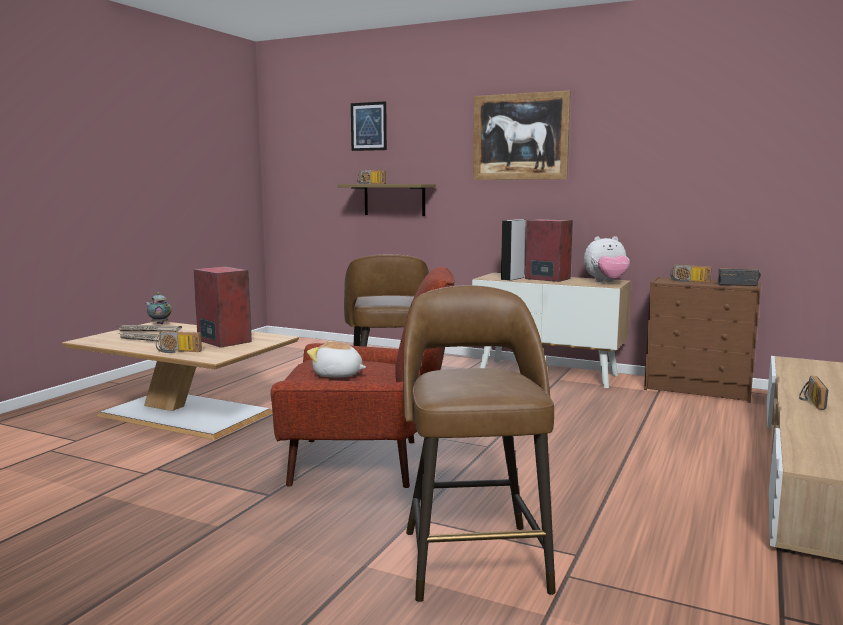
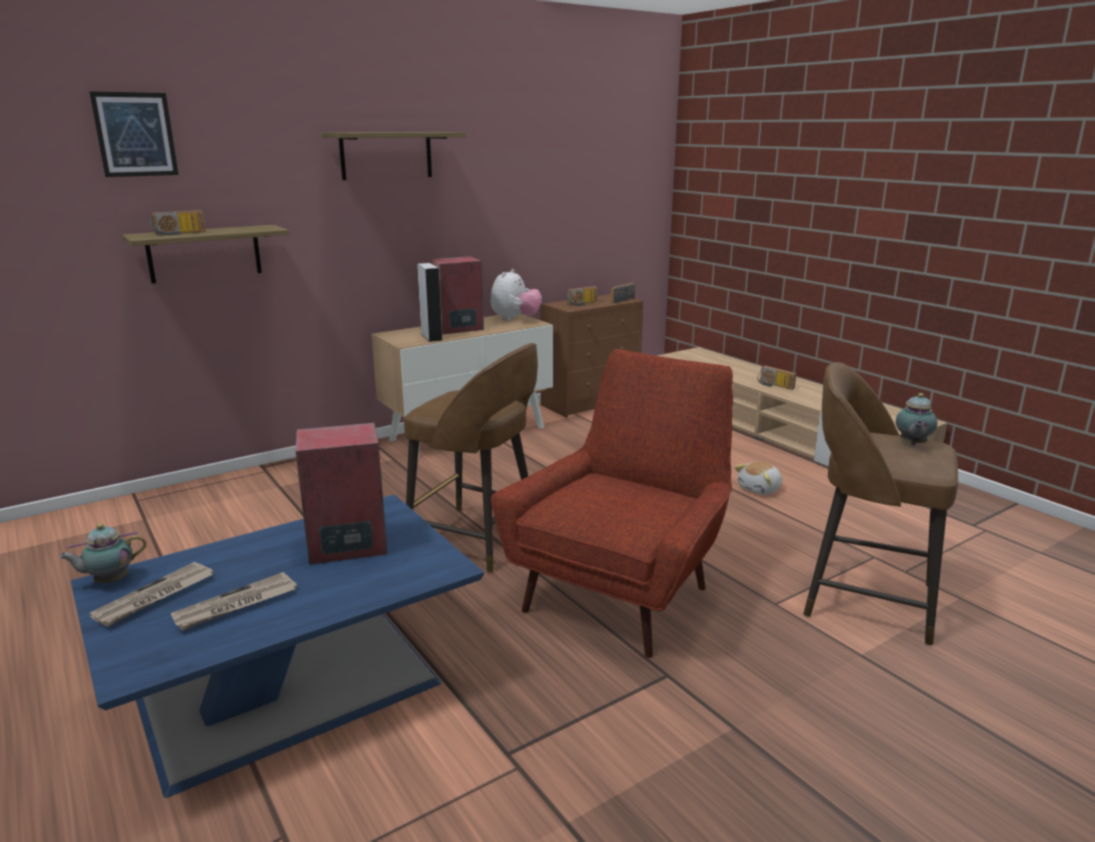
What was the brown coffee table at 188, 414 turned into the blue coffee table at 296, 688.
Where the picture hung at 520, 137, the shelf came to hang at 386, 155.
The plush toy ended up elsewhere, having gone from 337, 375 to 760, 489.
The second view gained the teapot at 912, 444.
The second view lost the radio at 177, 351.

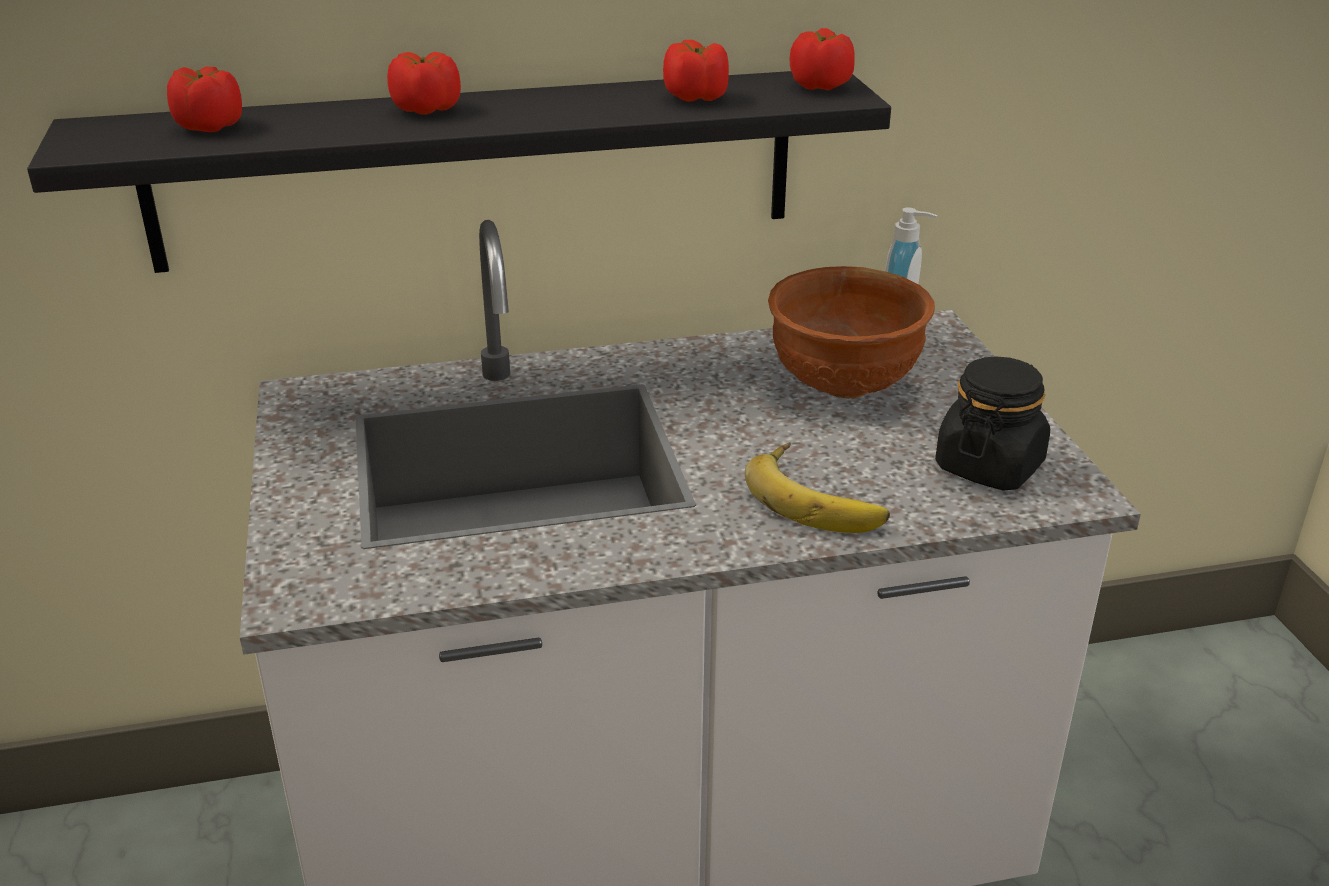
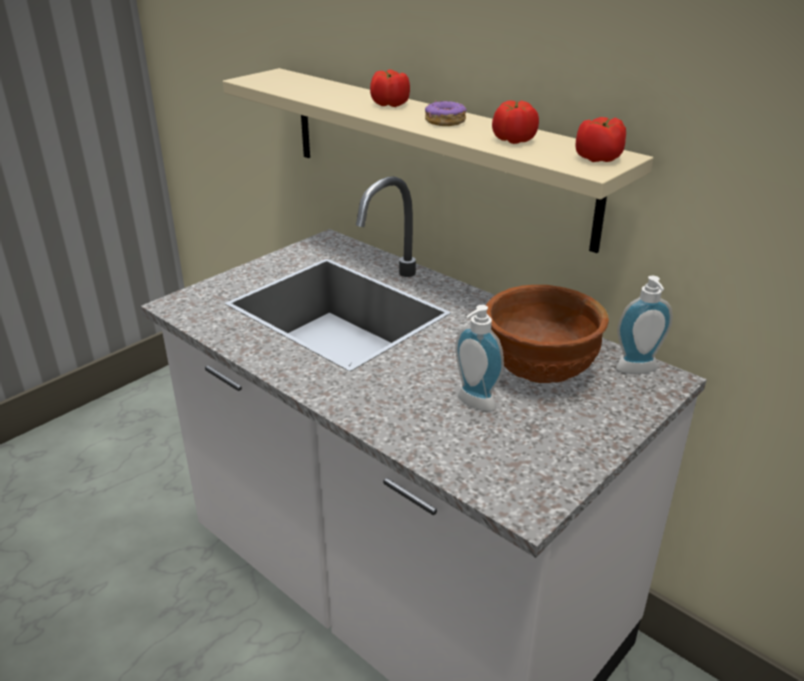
What was the black shelf at 477, 169 turned into the beige shelf at 432, 152.
The second view gained the donut at 445, 122.
The second view gained the soap dispenser at 472, 404.
The second view lost the tomato at 209, 126.
The second view lost the banana at 819, 497.
The second view lost the black jar at 989, 466.

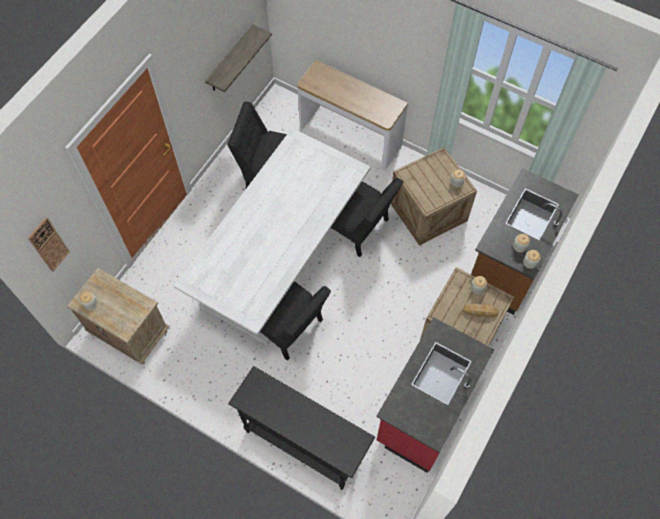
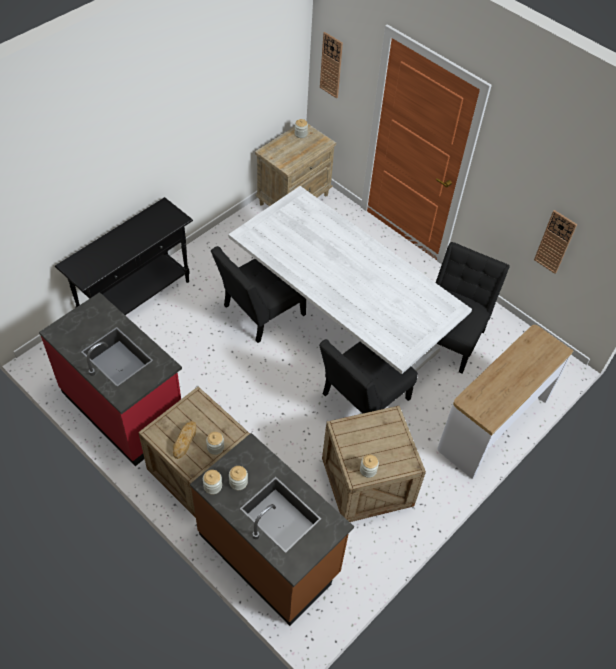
Where the shelf hung at 230, 60, the wall clock came to hang at 555, 242.

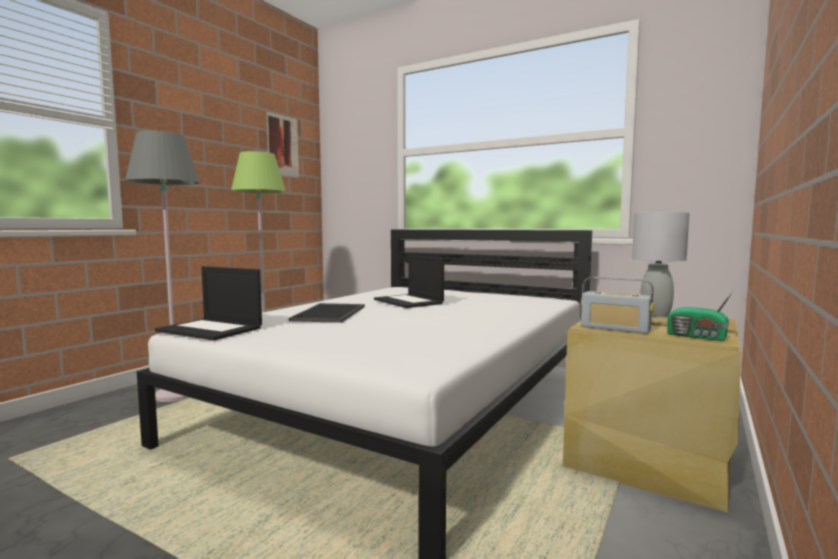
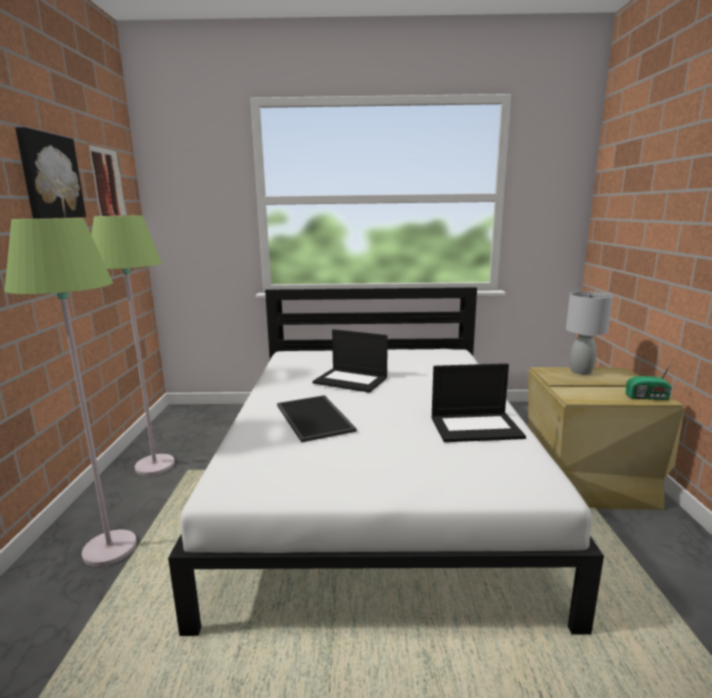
What was the grey floor lamp at 176, 394 turned into the green floor lamp at 110, 548.
The second view gained the picture at 49, 176.
The laptop ended up elsewhere, having gone from 211, 329 to 476, 427.
The second view lost the radio at 615, 328.

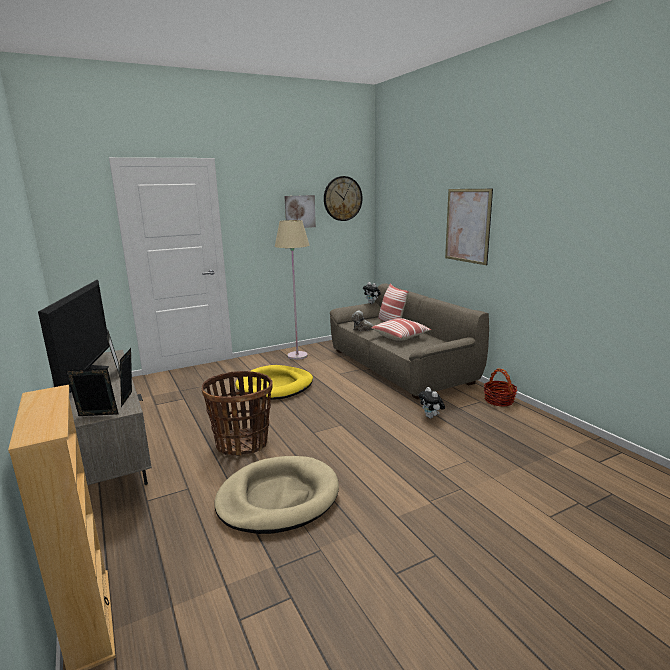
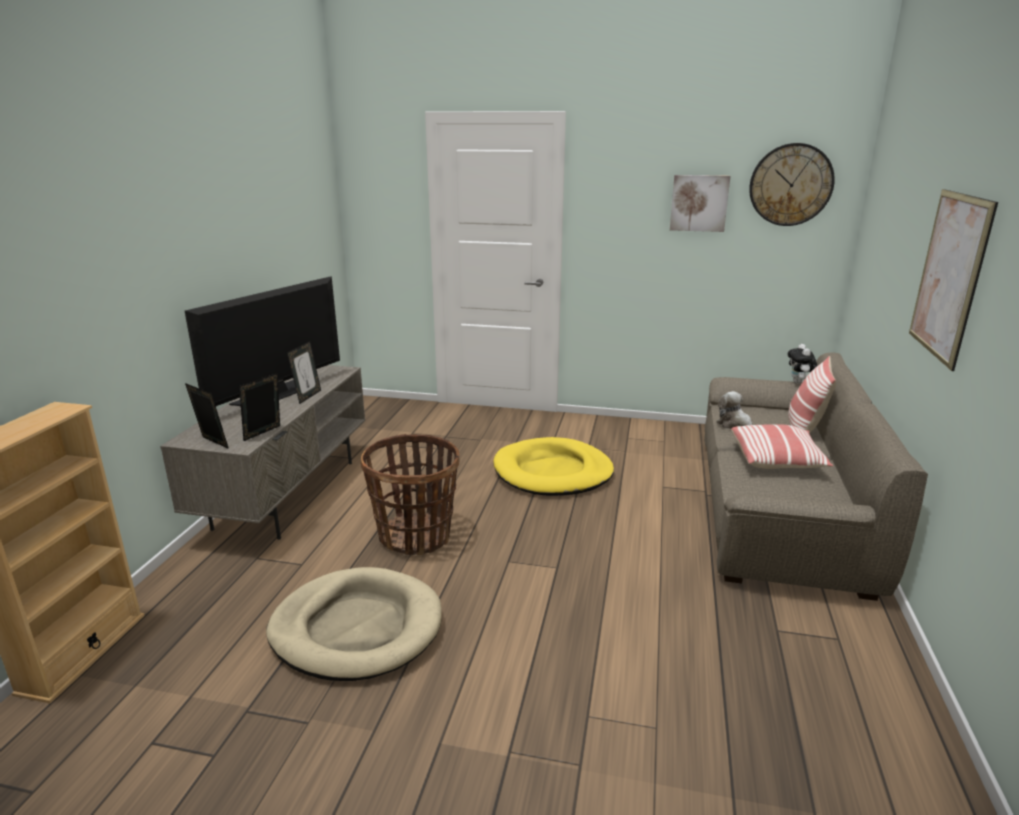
The second view lost the beige floor lamp at 297, 356.
The second view lost the plush toy at 431, 417.
The second view lost the basket at 499, 401.

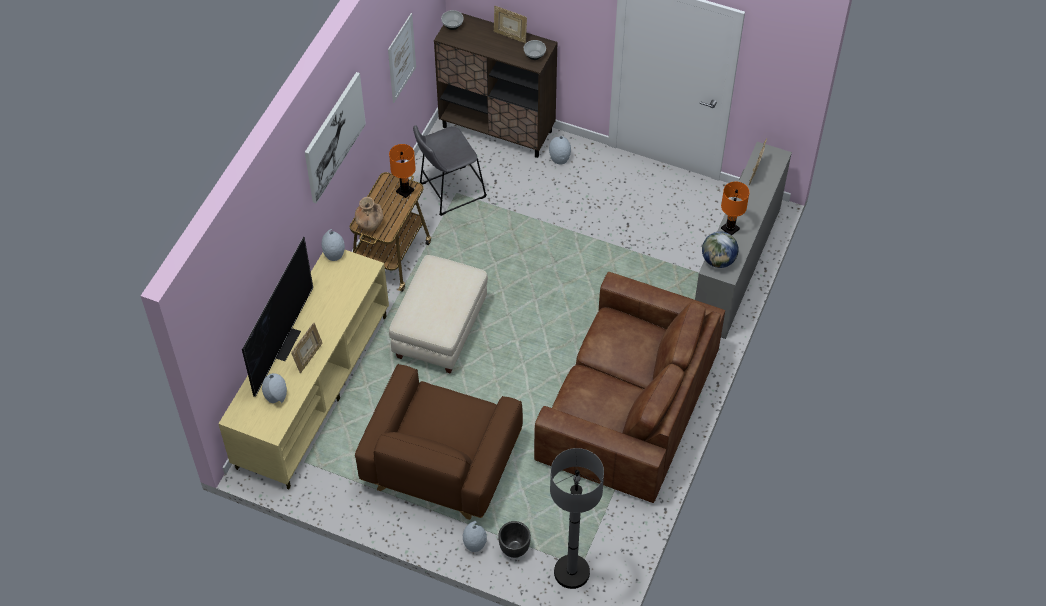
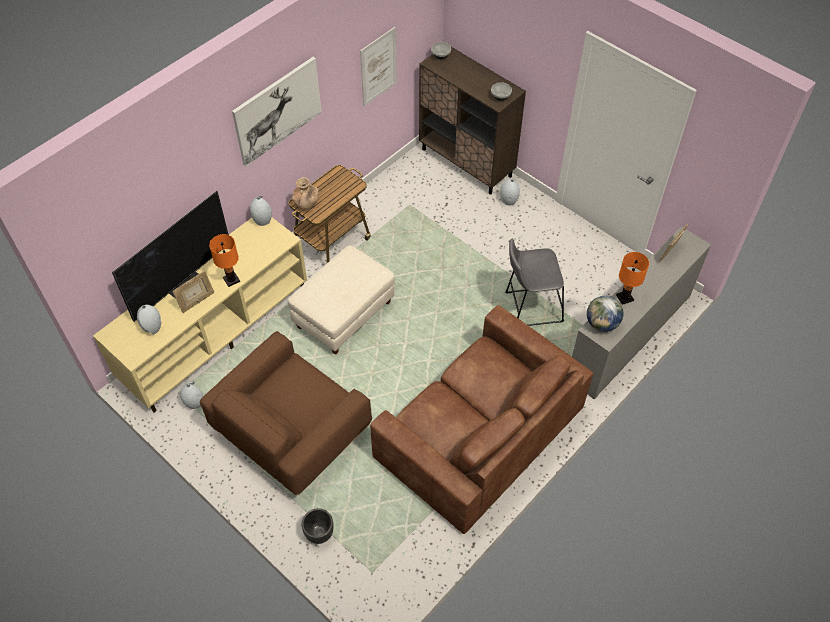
The grey vase ended up elsewhere, having gone from 474, 544 to 194, 402.
The orange table lamp ended up elsewhere, having gone from 404, 191 to 231, 280.
The grey stool ended up elsewhere, having gone from 449, 191 to 530, 307.
The second view lost the picture frame at 510, 36.
The second view lost the grey floor lamp at 571, 572.

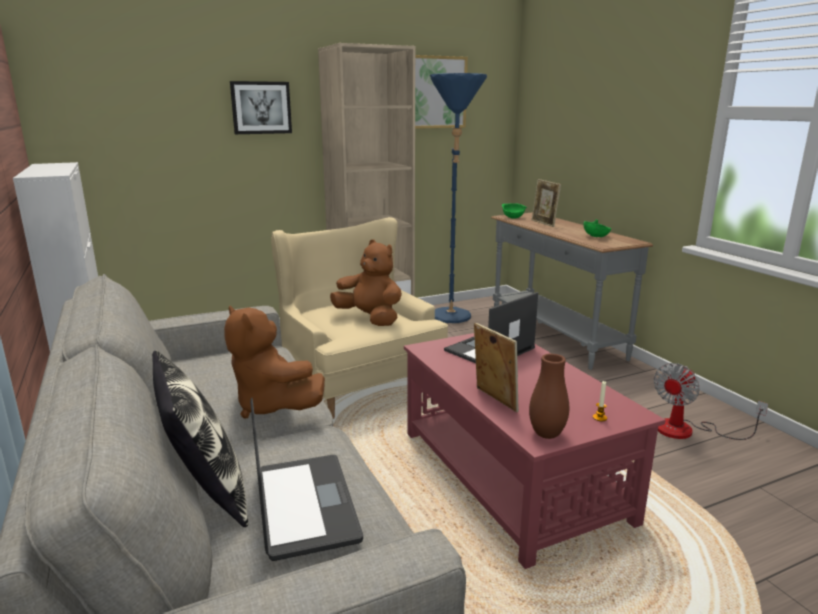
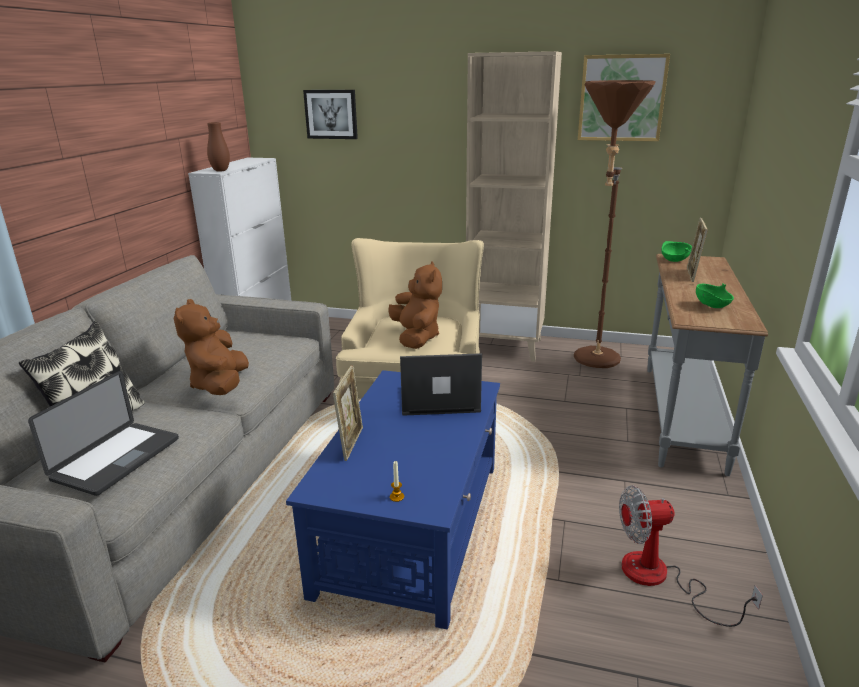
The brown vase ended up elsewhere, having gone from 546, 434 to 220, 171.
What was the red coffee table at 510, 474 turned into the blue coffee table at 413, 525.
The picture ended up elsewhere, having gone from 261, 107 to 331, 114.
What was the blue floor lamp at 451, 320 turned into the brown floor lamp at 592, 362.

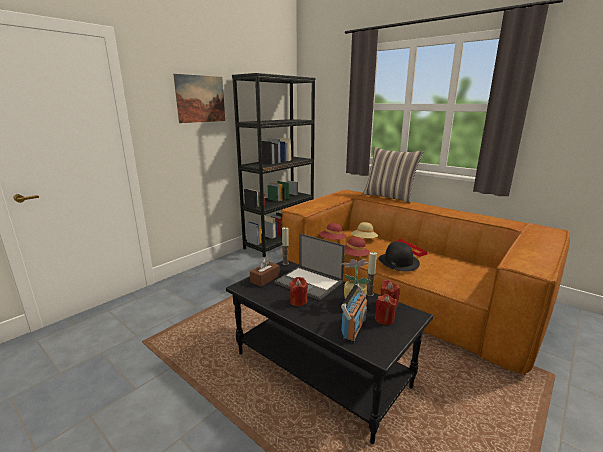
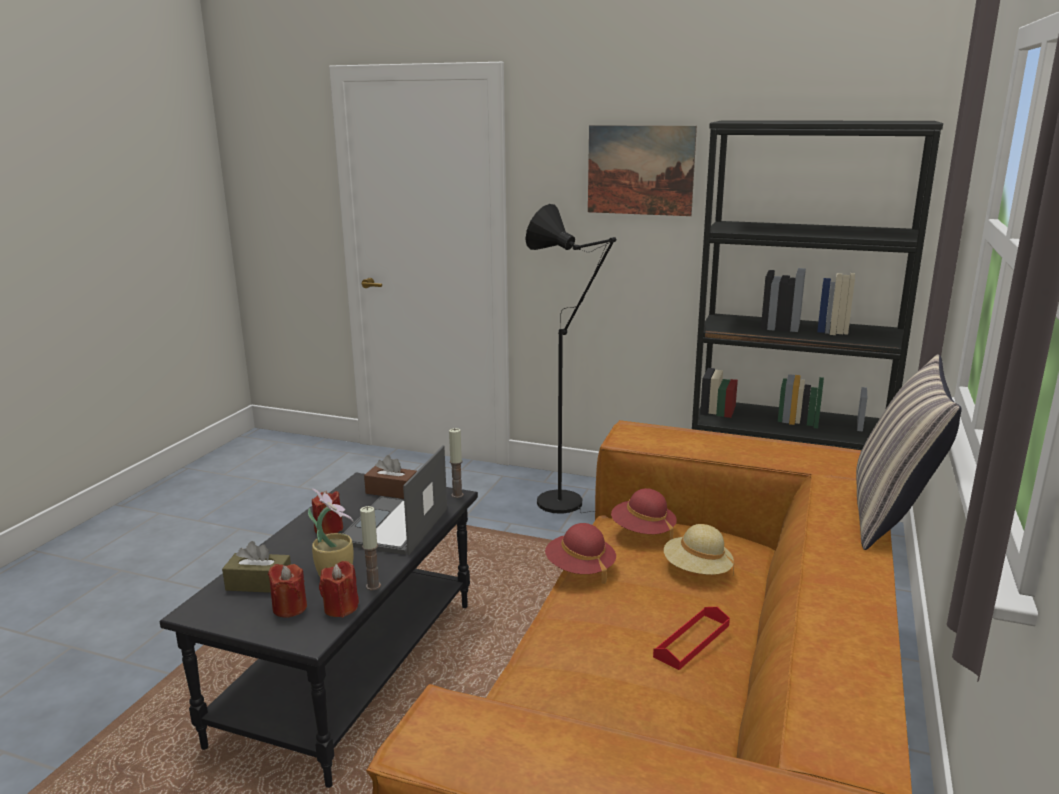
Where the radio stood at 354, 328, the brown tissue box came to stand at 259, 583.
The second view gained the black floor lamp at 568, 504.
The second view lost the black hat at 398, 261.

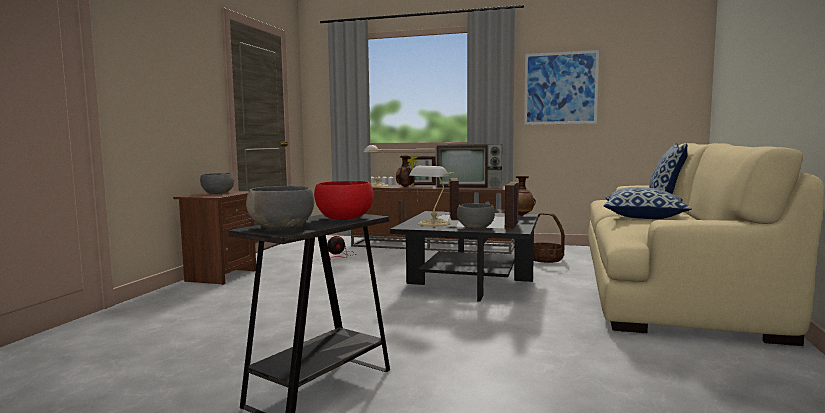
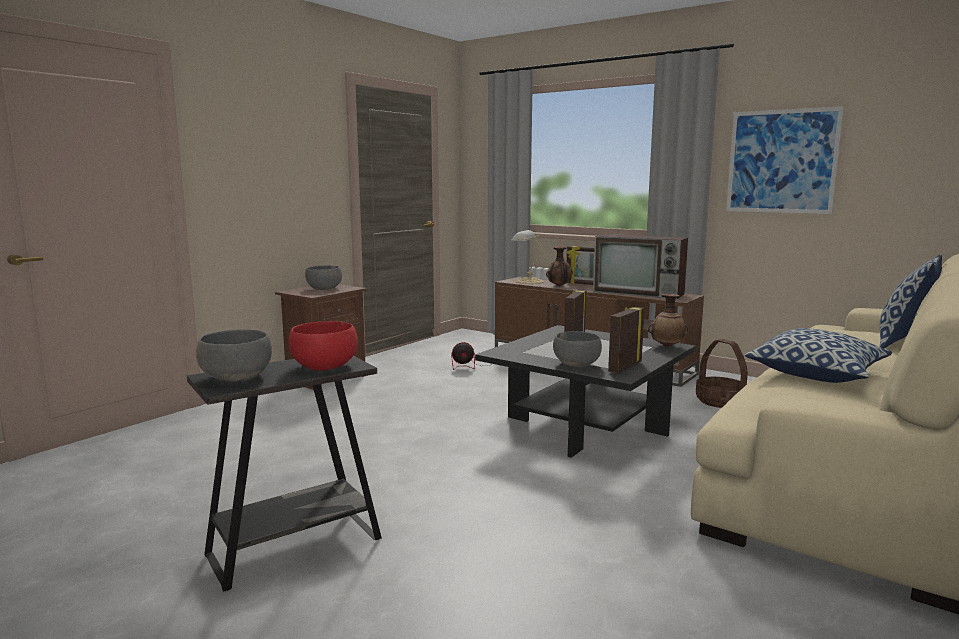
The second view lost the table lamp at 433, 224.

